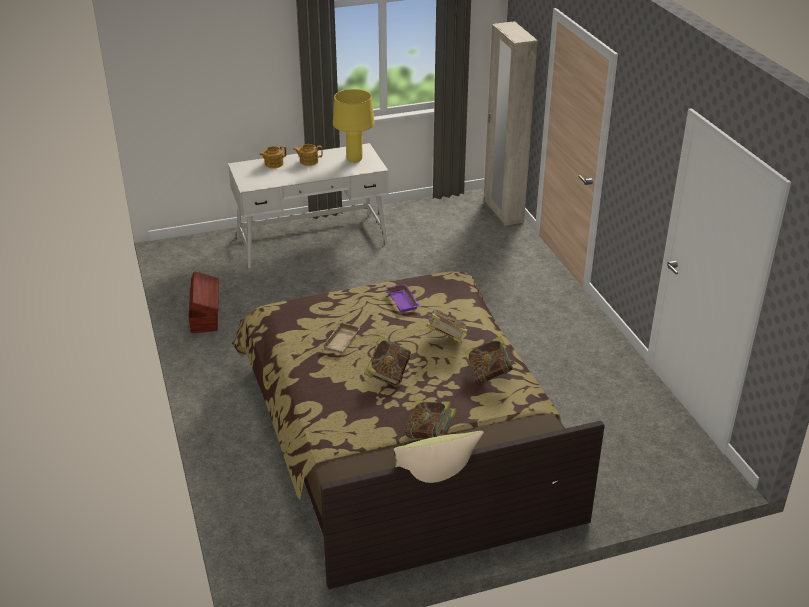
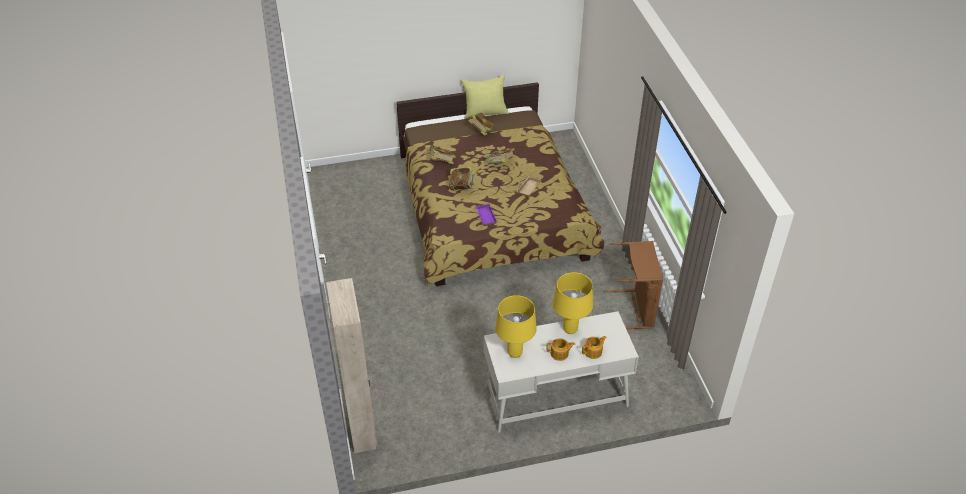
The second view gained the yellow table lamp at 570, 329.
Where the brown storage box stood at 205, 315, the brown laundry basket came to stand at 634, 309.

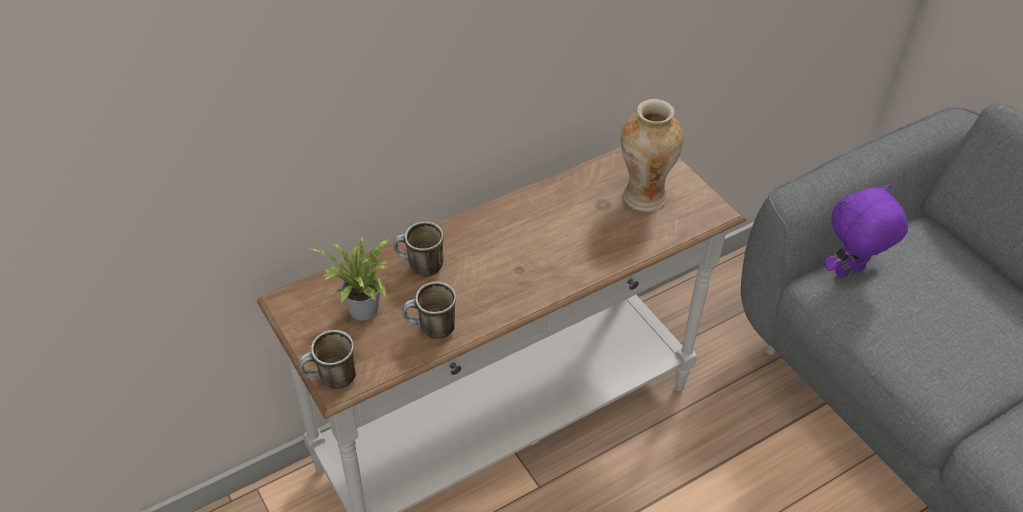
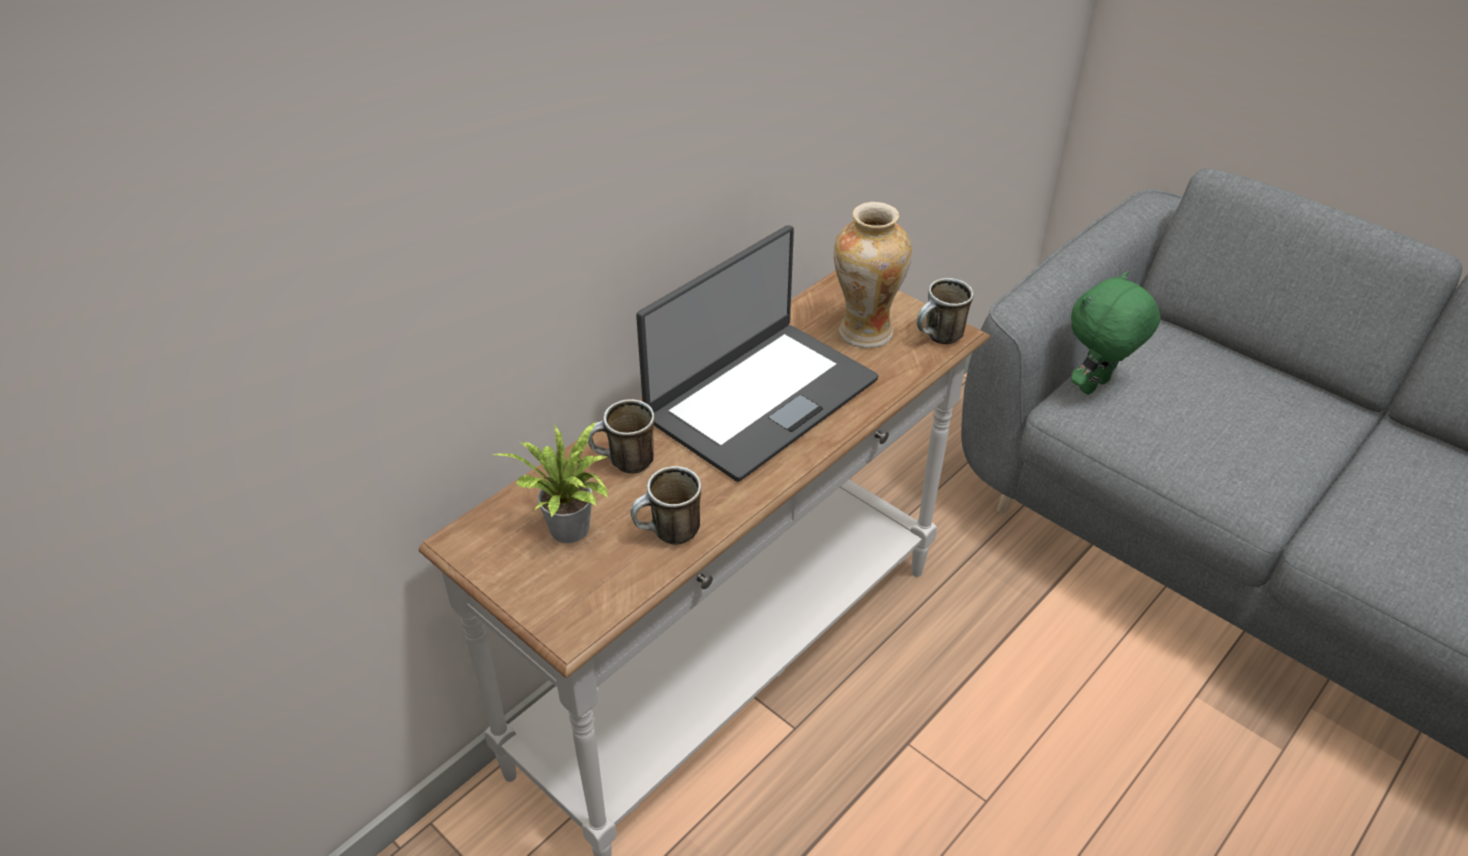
The second view gained the laptop at 760, 398.
The mug ended up elsewhere, having gone from 331, 381 to 939, 339.
What was the purple plush toy at 850, 273 turned into the green plush toy at 1096, 387.

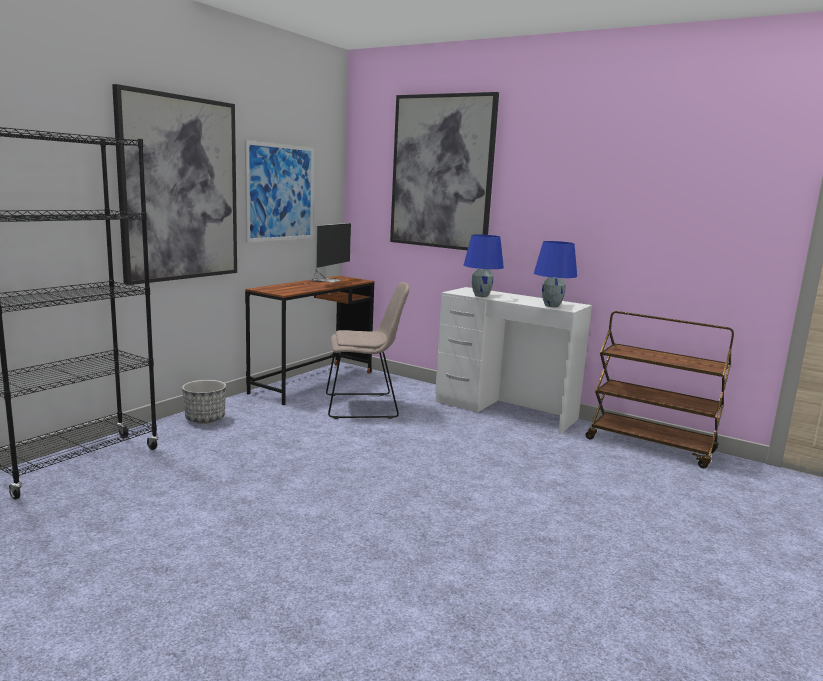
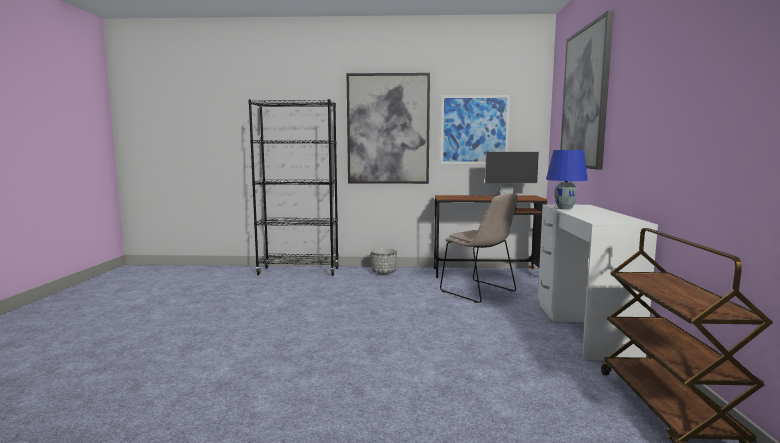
The second view lost the blue table lamp at 552, 306.

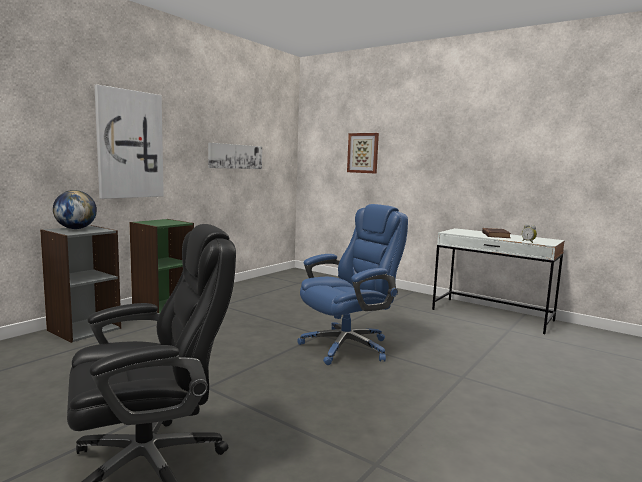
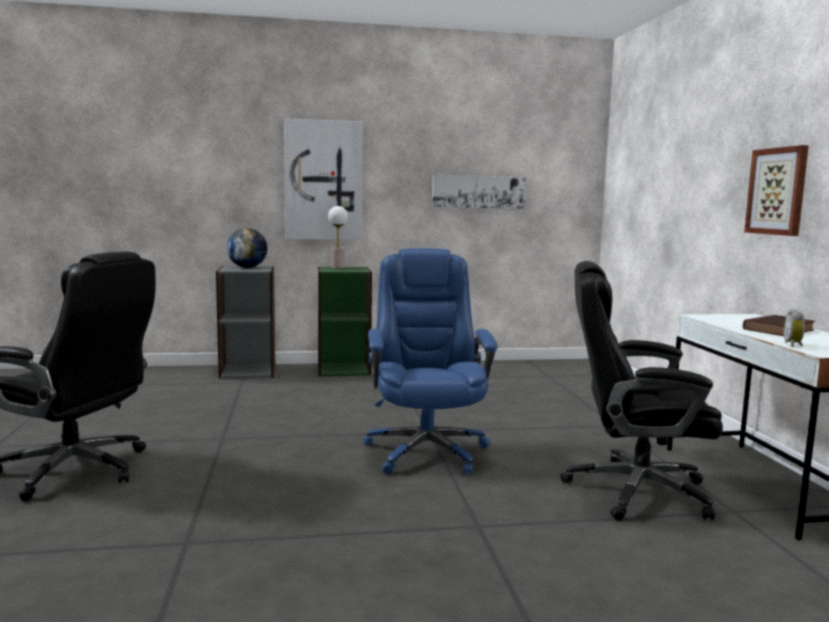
The second view gained the table lamp at 338, 268.
The blue office chair at 348, 346 ended up facing another way, 105 degrees counterclockwise from before.
The second view gained the black office chair at 633, 491.
The picture ended up elsewhere, having gone from 363, 153 to 777, 191.

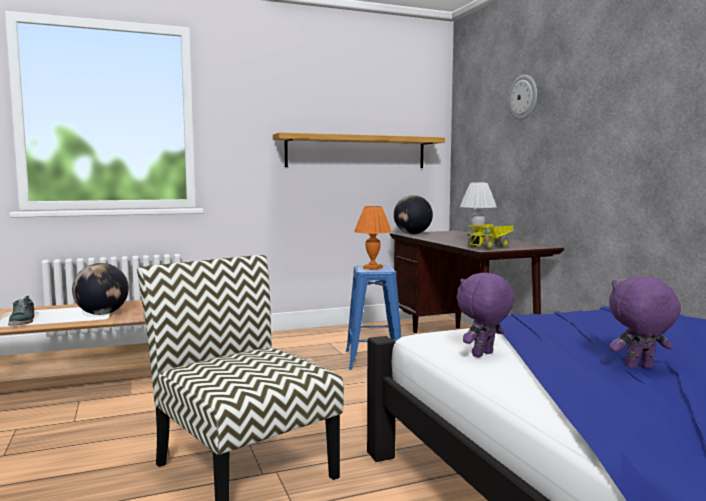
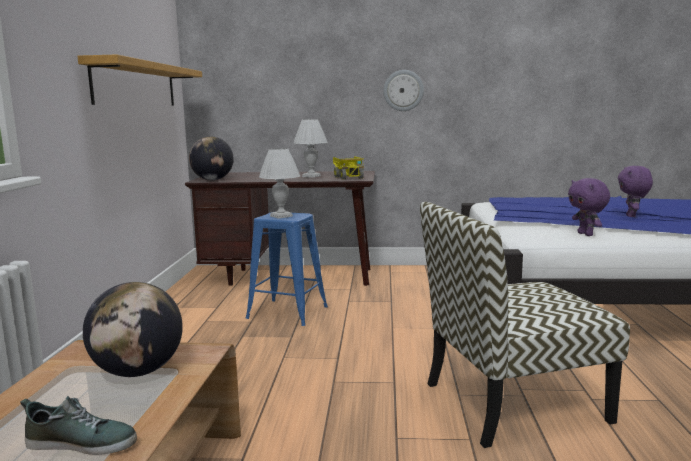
What was the orange table lamp at 373, 268 turned into the white table lamp at 281, 216.
The wall clock ended up elsewhere, having gone from 524, 97 to 403, 90.

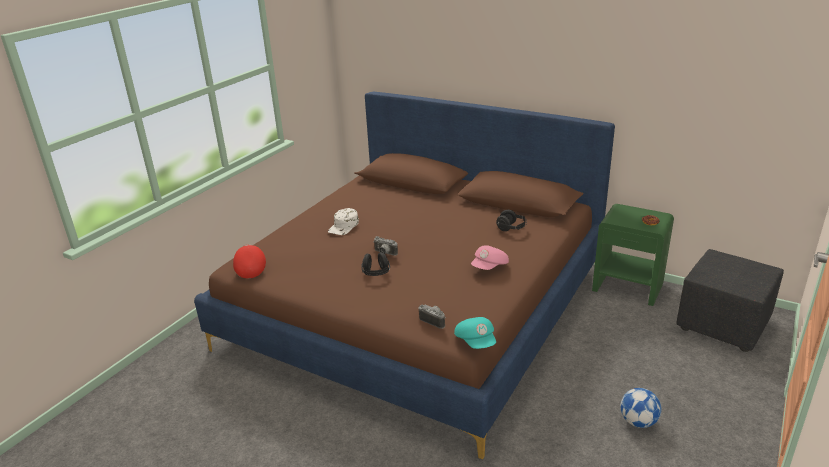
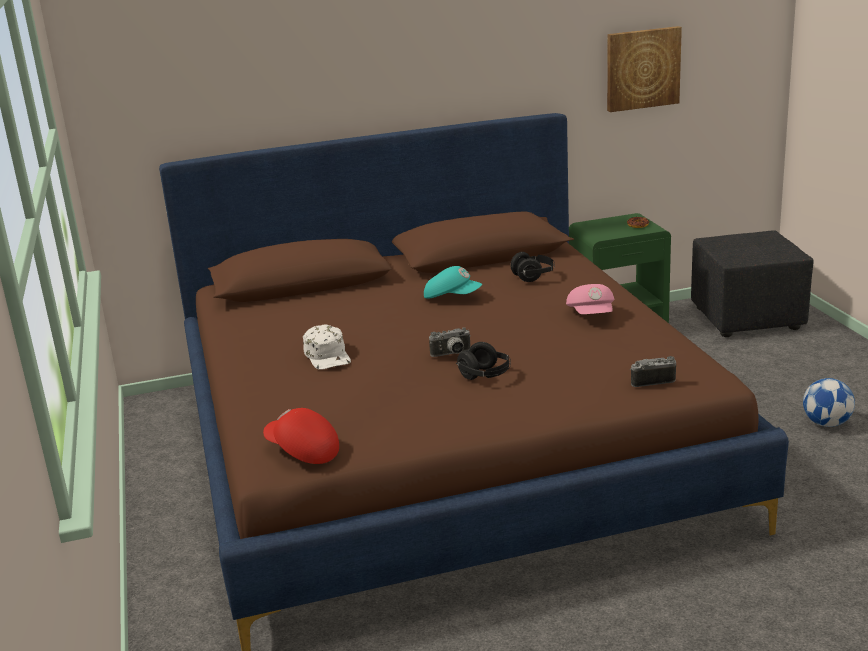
The turquoise cap ended up elsewhere, having gone from 476, 341 to 452, 297.
The second view gained the picture at 642, 68.

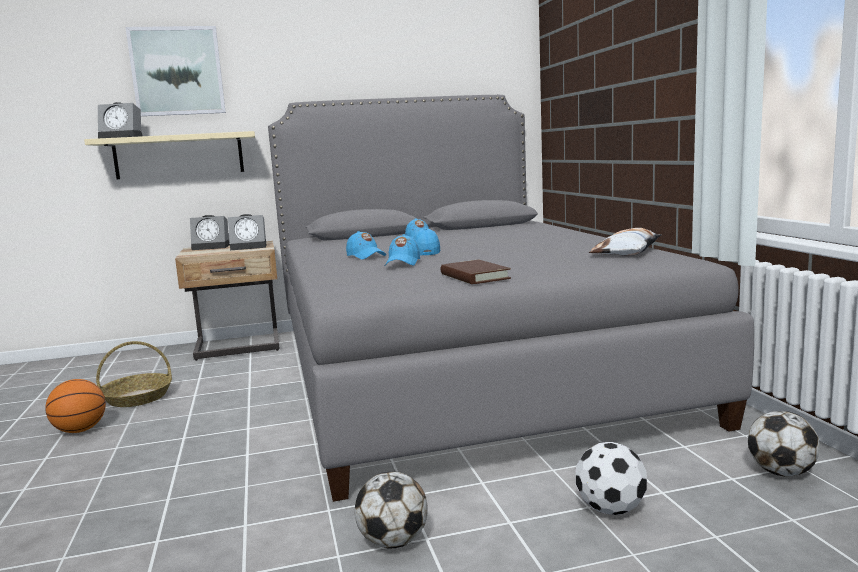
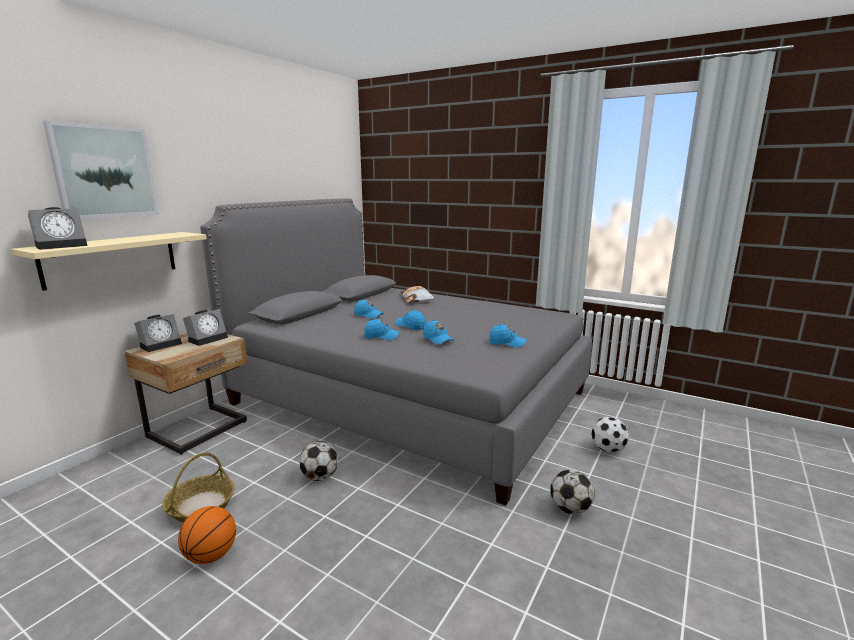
The football ended up elsewhere, having gone from 781, 472 to 320, 477.
The pillow ended up elsewhere, having gone from 627, 251 to 417, 299.
Where the brown book stood at 474, 276, the blue cap came to stand at 507, 343.

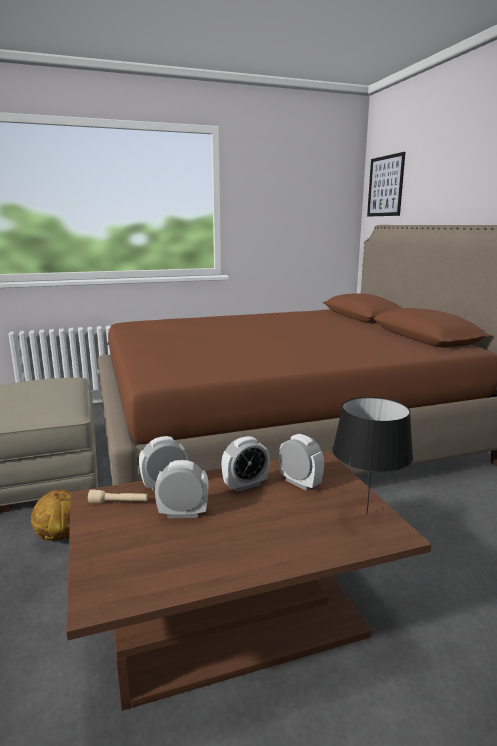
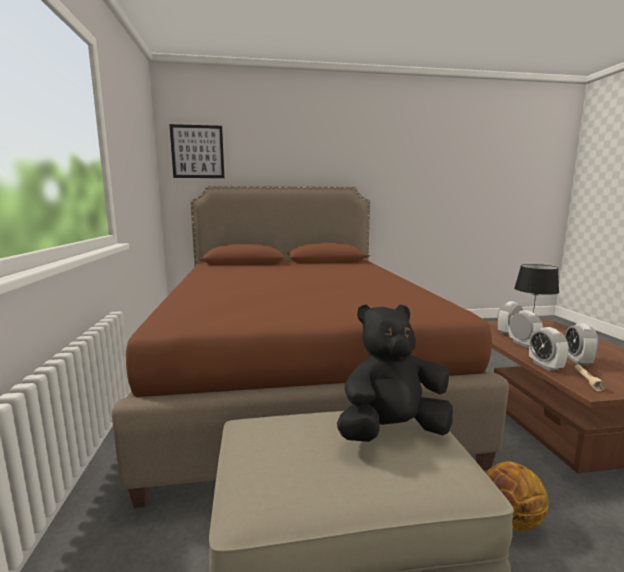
The second view gained the black plush toy at 392, 431.

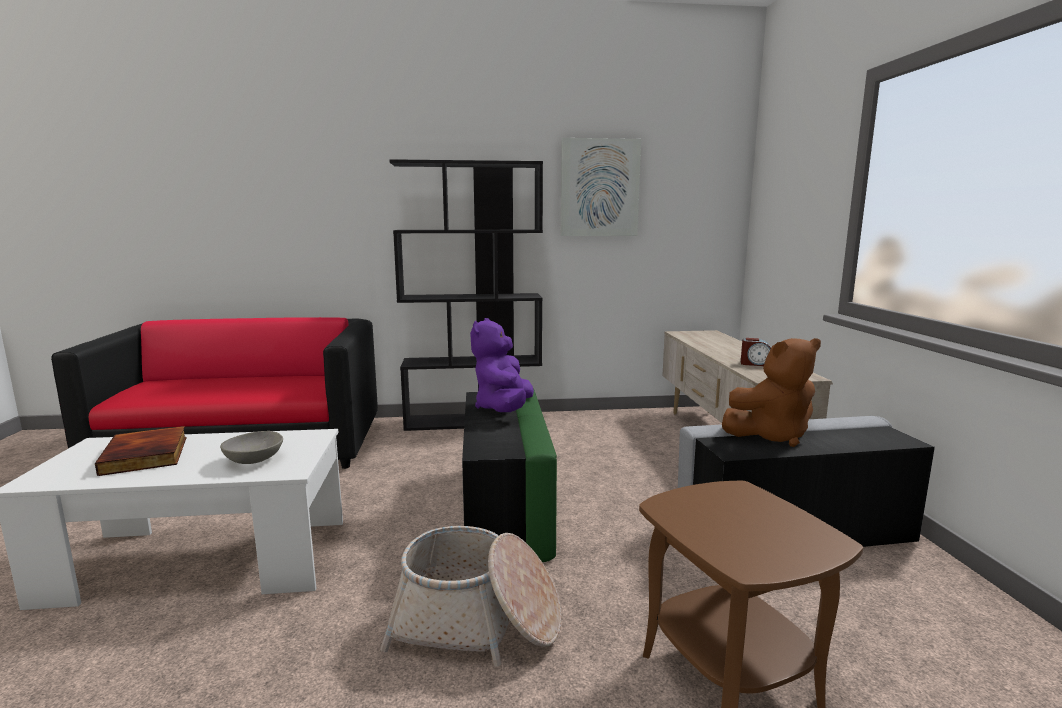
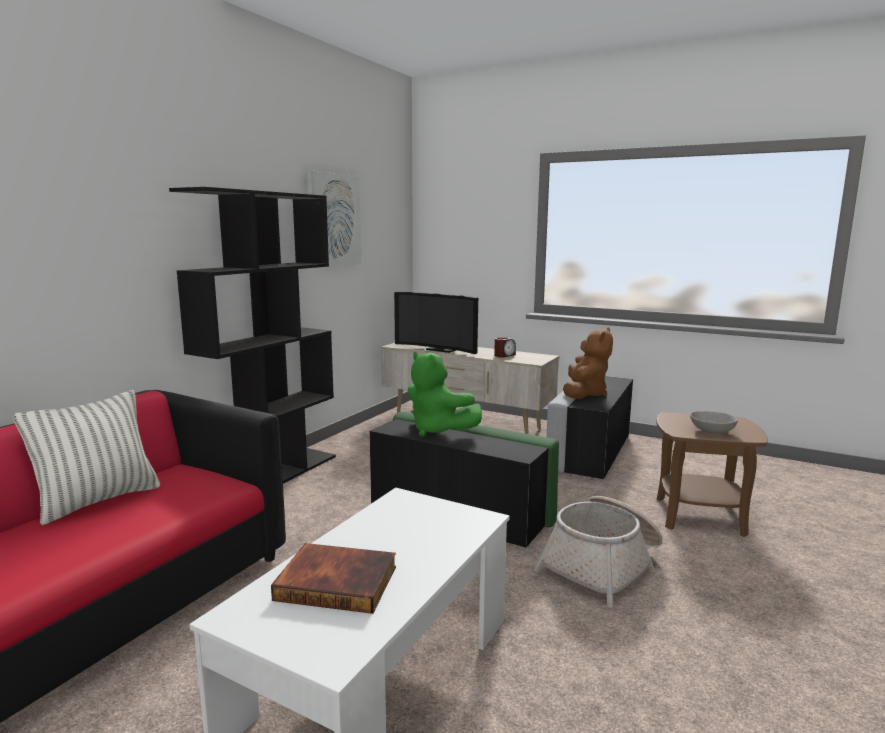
The second view gained the pillow at 98, 501.
The second view gained the television at 441, 349.
What was the purple plush toy at 503, 409 turned into the green plush toy at 438, 430.
The grey bowl ended up elsewhere, having gone from 253, 460 to 712, 432.

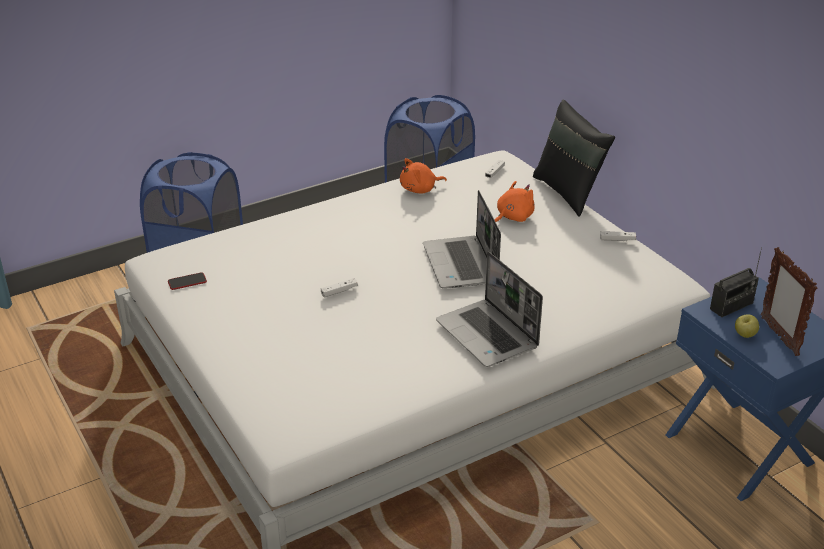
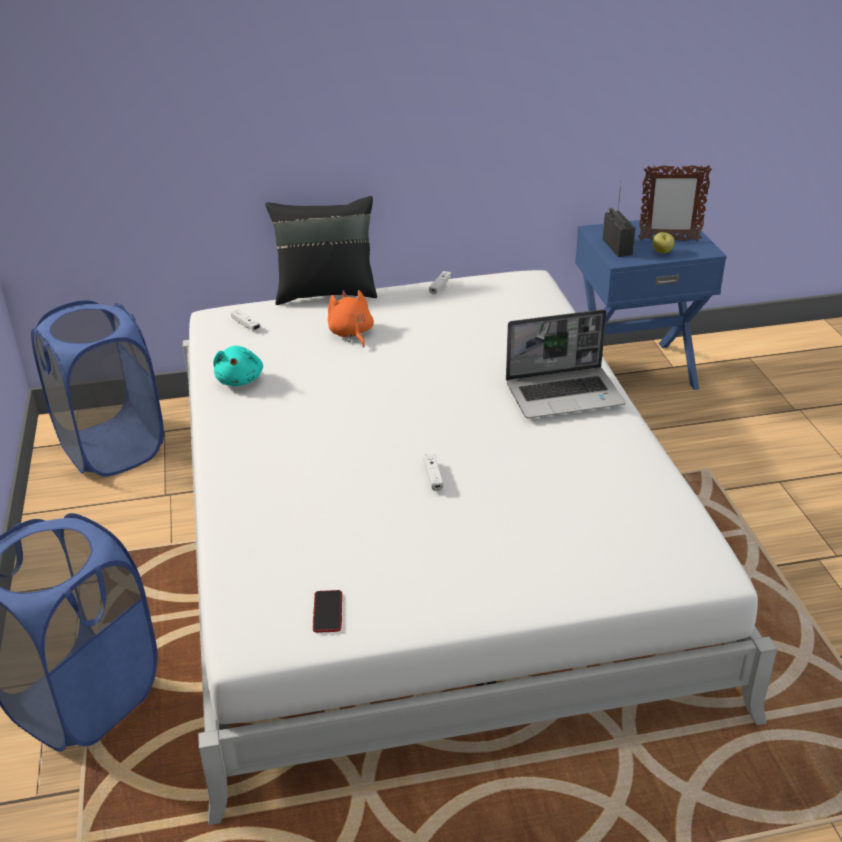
What was the orange plush toy at 420, 189 turned into the turquoise plush toy at 240, 379.
The second view lost the laptop at 461, 264.

